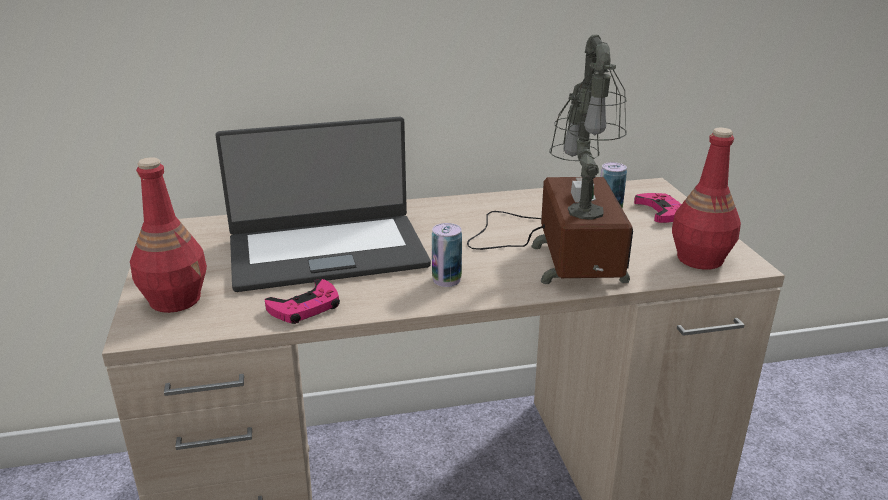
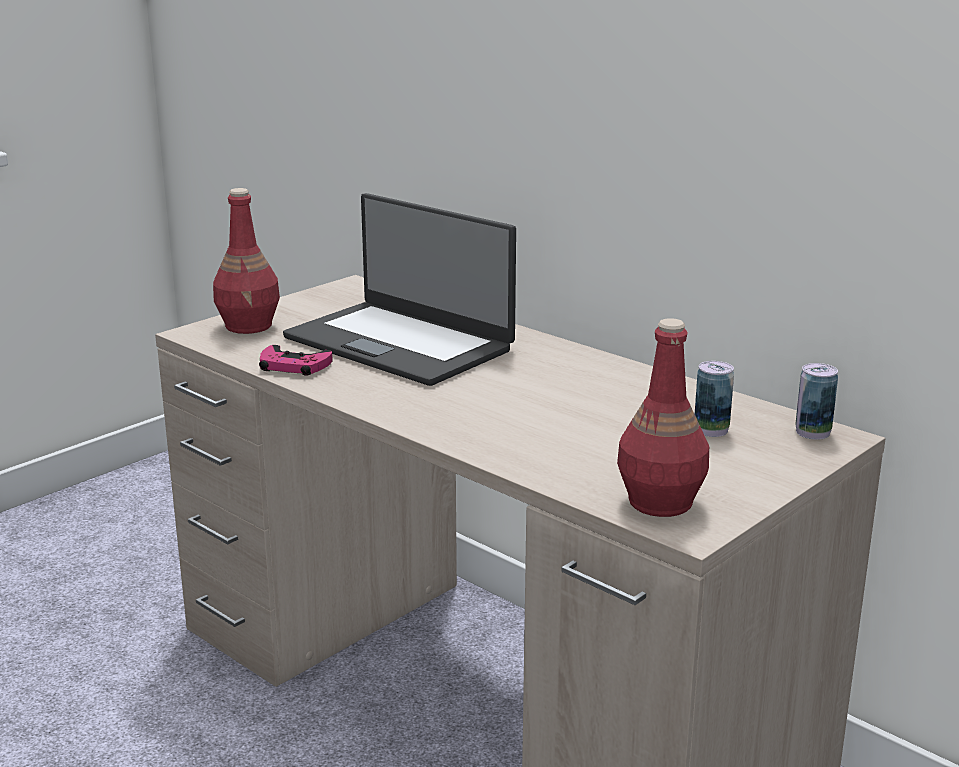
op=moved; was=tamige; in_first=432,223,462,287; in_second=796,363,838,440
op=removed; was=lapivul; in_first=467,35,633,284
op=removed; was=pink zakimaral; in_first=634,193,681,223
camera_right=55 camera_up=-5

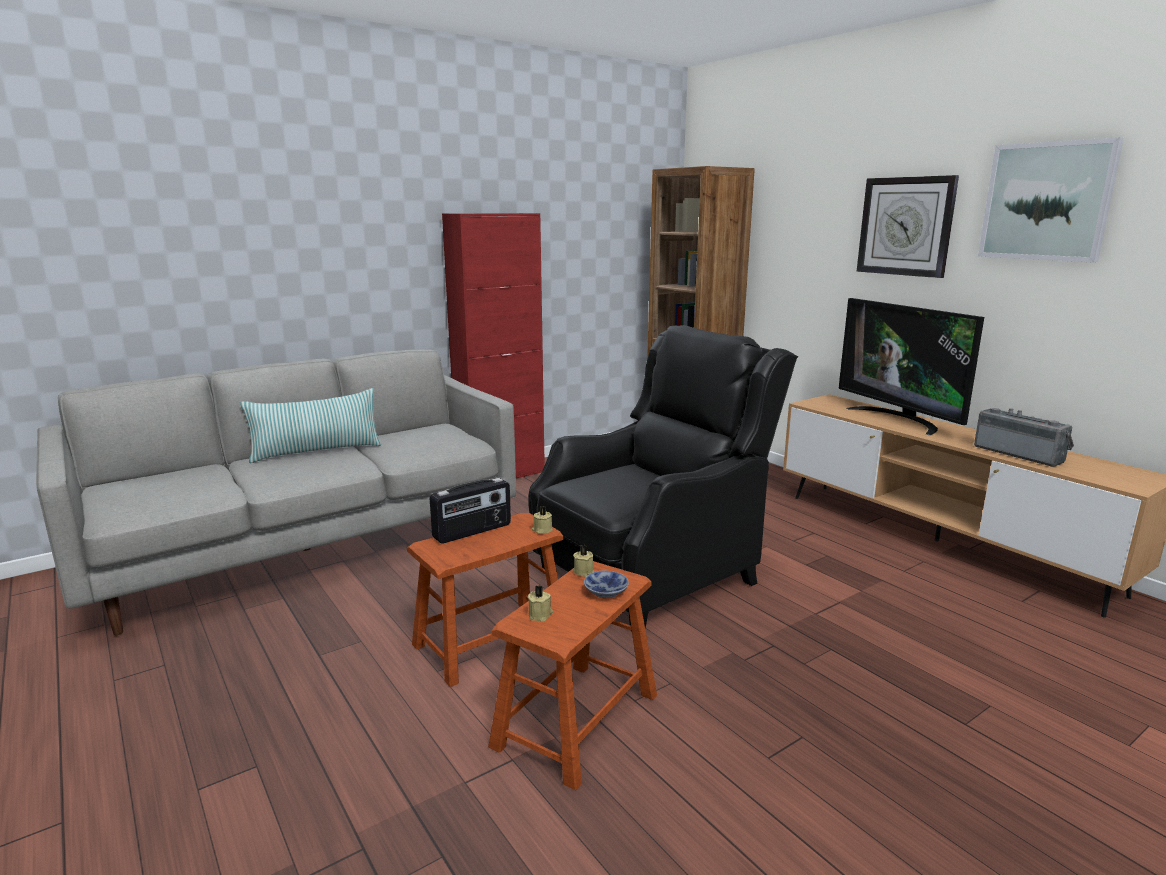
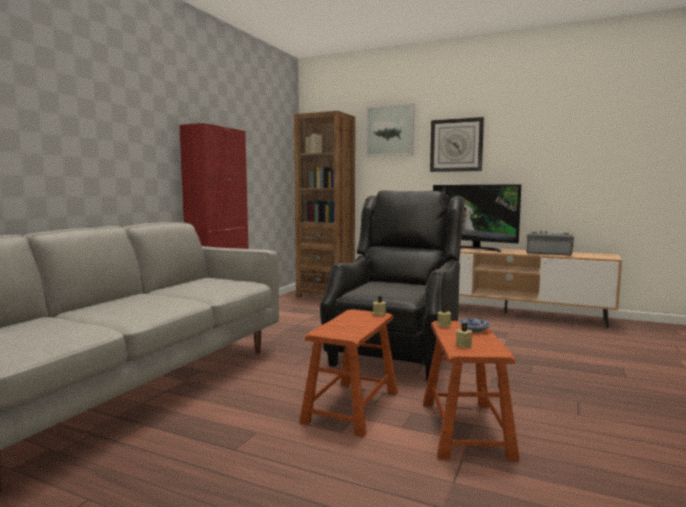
op=moved; was=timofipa; in_first=978,137,1124,263; in_second=365,103,414,157
op=removed; was=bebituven; in_first=240,388,381,463
op=removed; was=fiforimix; in_first=430,478,511,543
camera_right=-30 camera_up=-10

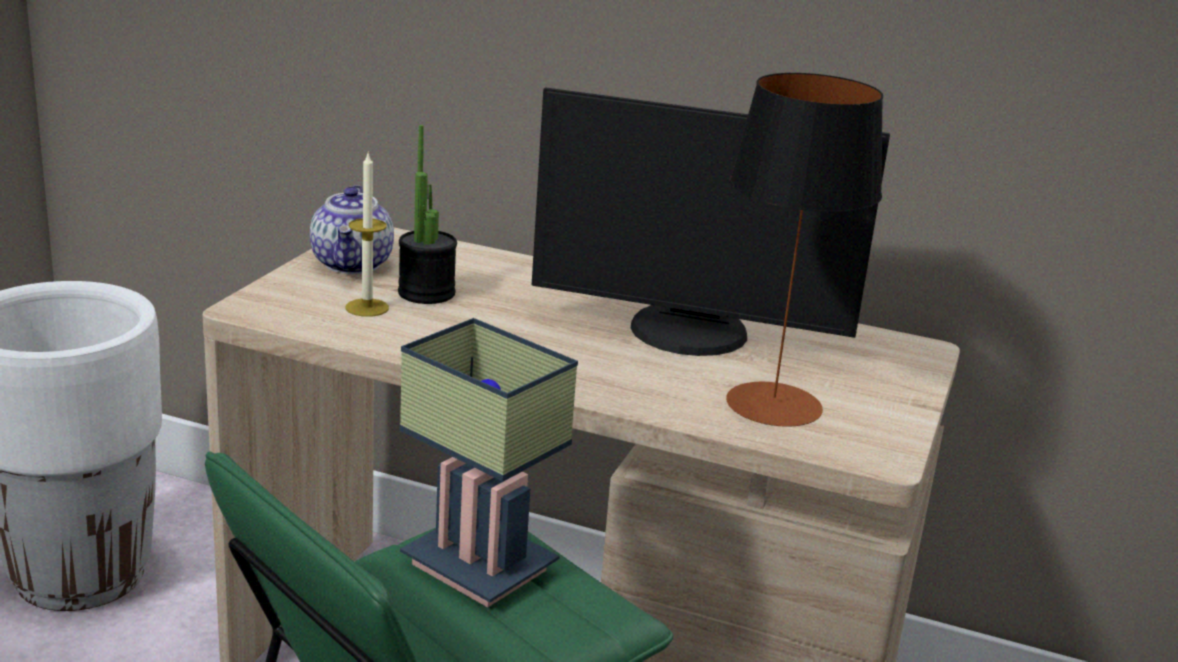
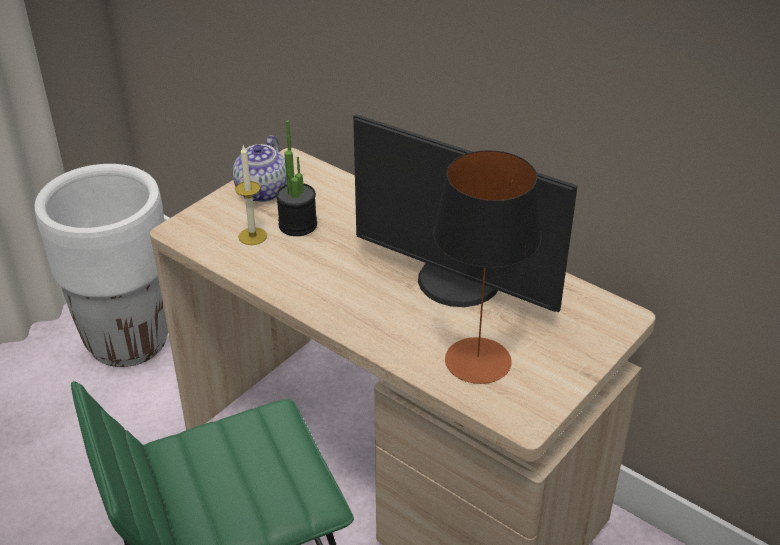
op=removed; was=lapivul; in_first=399,318,578,607
camera_right=20 camera_up=15

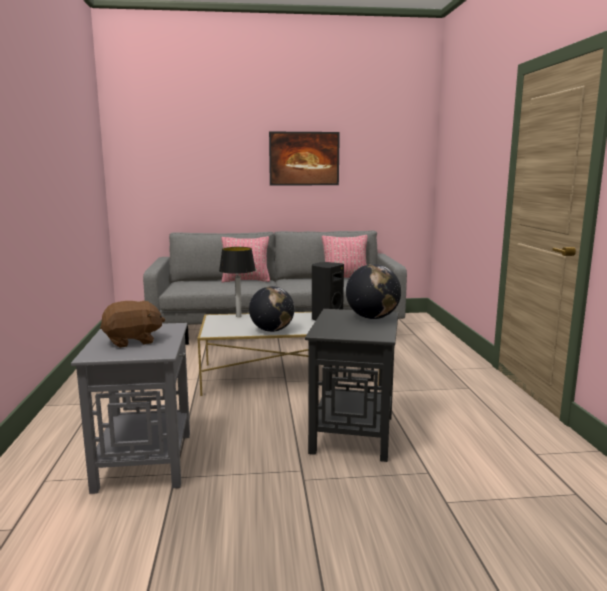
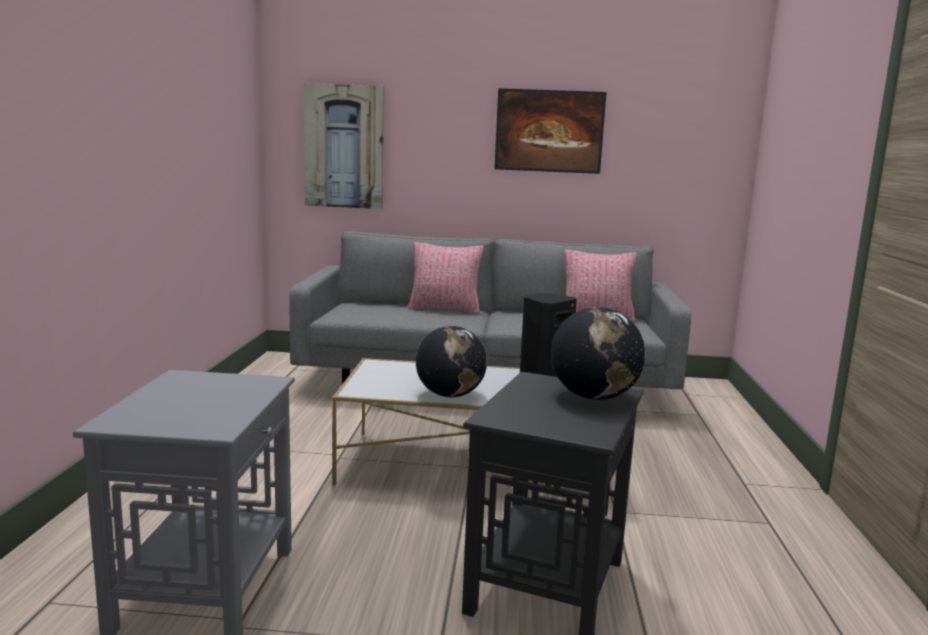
op=added; now=timofipa; in_second=303,83,384,209
op=removed; was=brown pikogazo; in_first=100,301,165,348
op=removed; was=lapivul; in_first=219,247,256,317
camera_right=10 camera_up=0

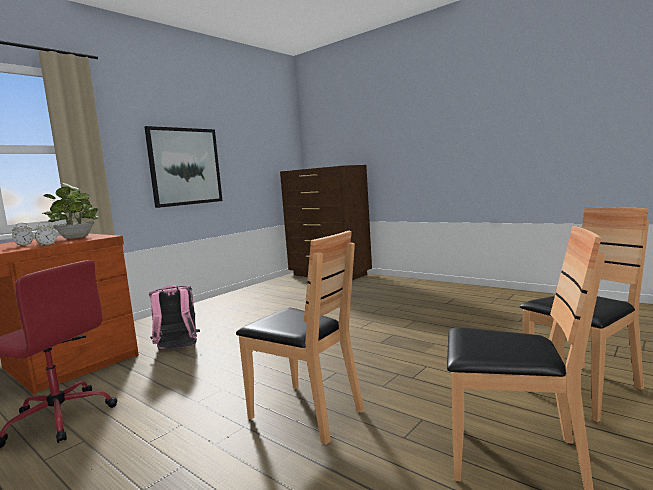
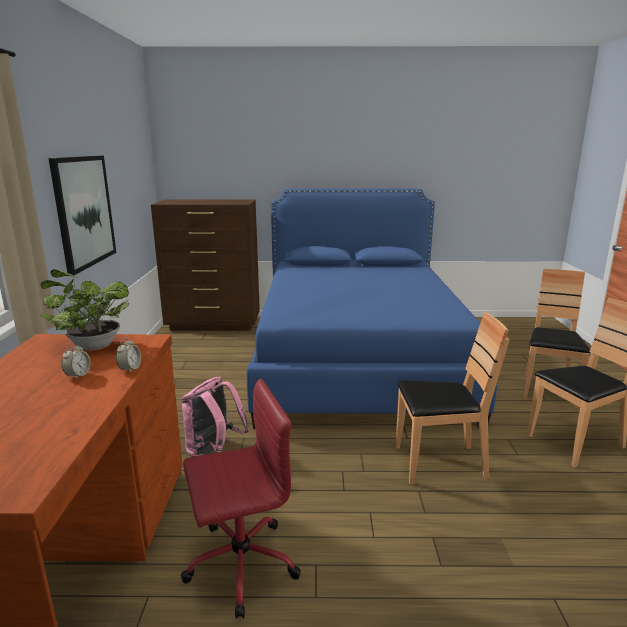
op=added; now=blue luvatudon; in_second=247,188,498,429
camera_right=-40 camera_up=10

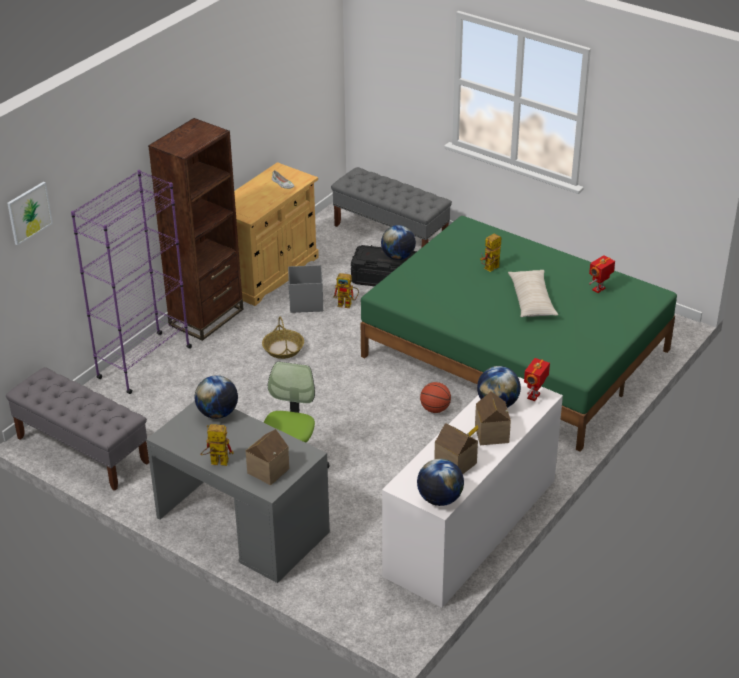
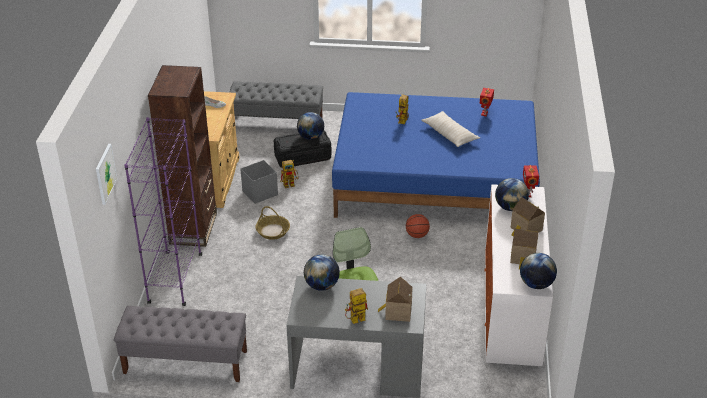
op=recoloured; was=green luvatudon; now=blue luvatudon; in_first=361,216,677,452; in_second=332,92,540,218
camera_right=-30 camera_up=0

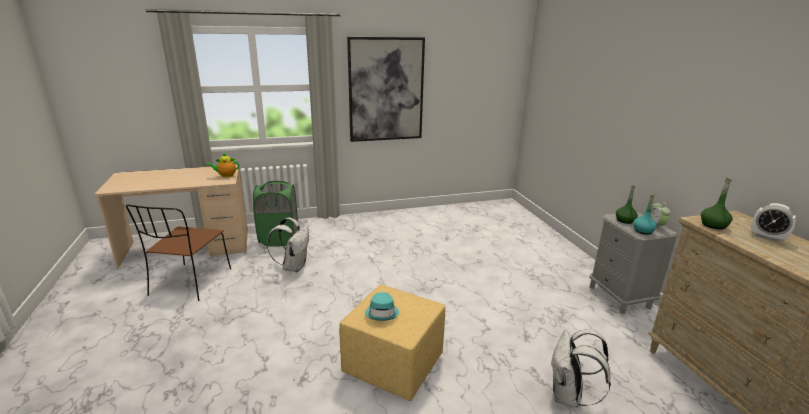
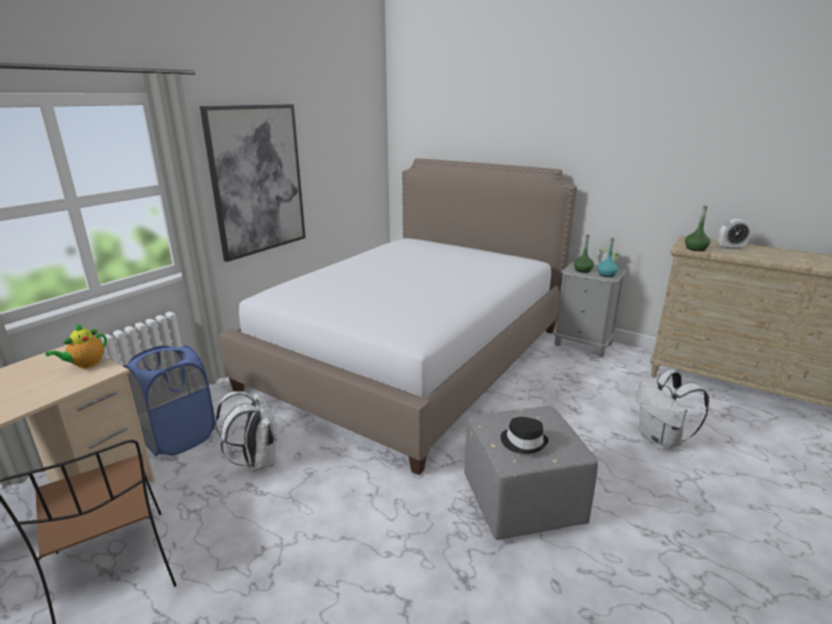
op=recoloured; was=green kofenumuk; now=blue kofenumuk; in_first=253,181,298,247; in_second=123,345,215,456
op=added; now=luvatudon; in_second=219,158,577,475
op=recoloured; was=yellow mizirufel; now=grey mizirufel; in_first=339,285,445,401; in_second=464,406,598,540
op=recoloured; was=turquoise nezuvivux; now=black nezuvivux; in_first=365,292,399,321; in_second=500,417,549,454
camera_right=-40 camera_up=0

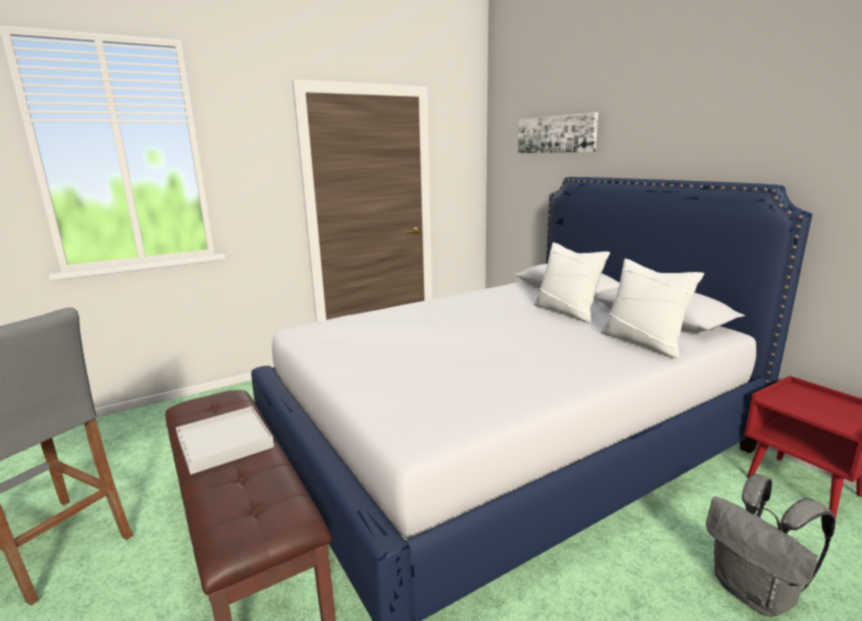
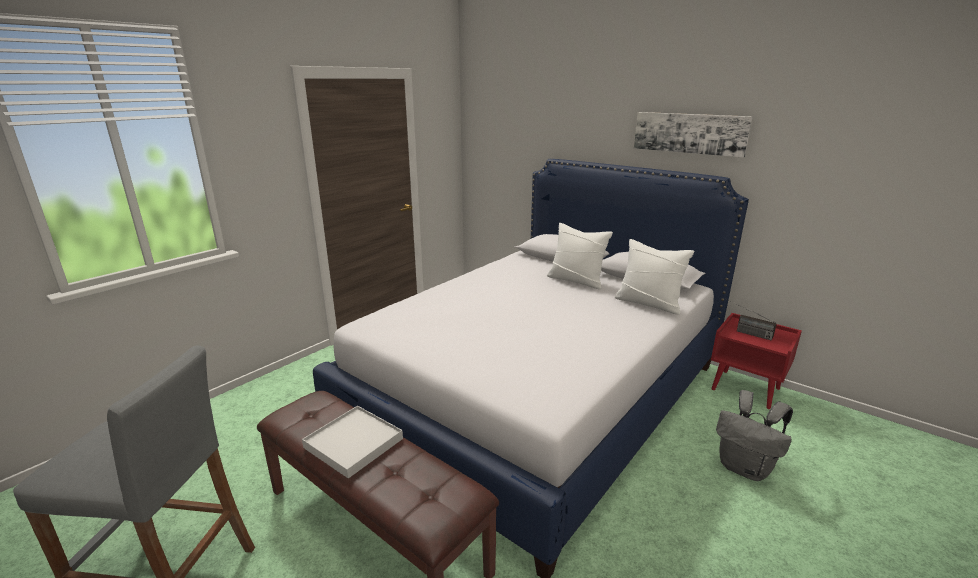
op=moved; was=timofipa; in_first=518,112,598,153; in_second=634,112,753,158
op=added; now=fiforimix; in_second=725,298,776,341
camera_right=-20 camera_up=5

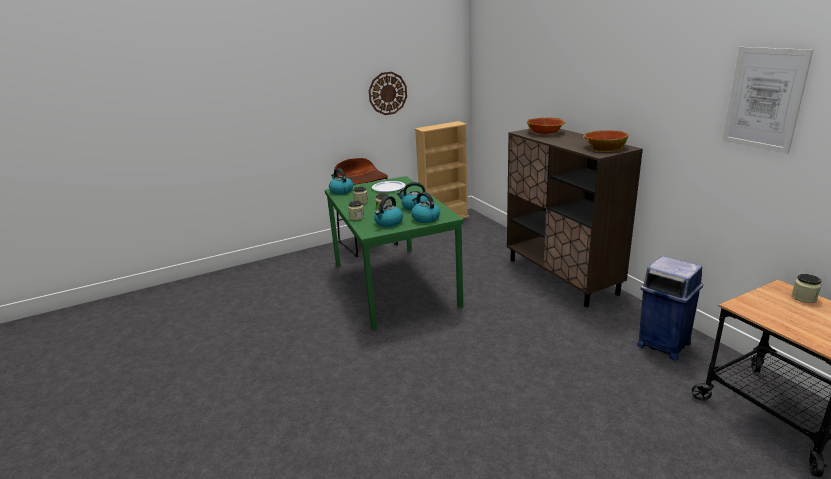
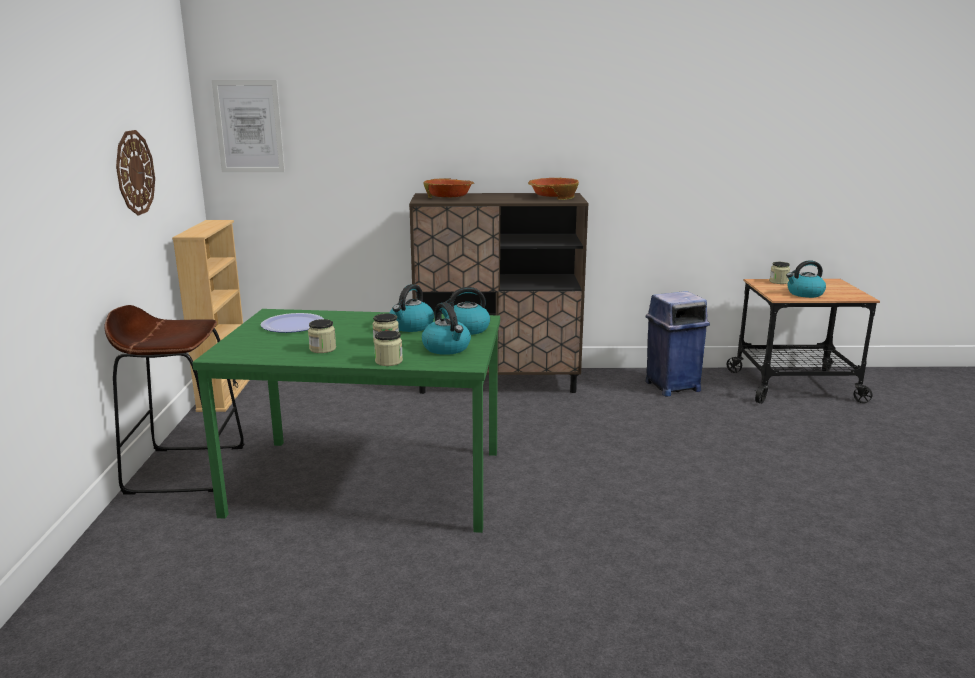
op=moved; was=timofipa; in_first=722,47,813,154; in_second=212,80,285,172
op=moved; was=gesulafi; in_first=329,168,353,194; in_second=786,260,826,298
camera_right=-65 camera_up=-5

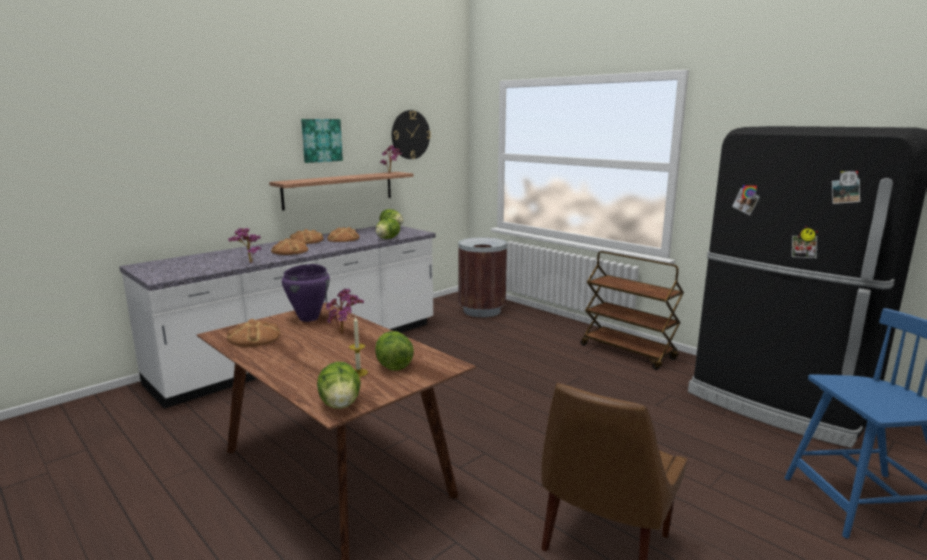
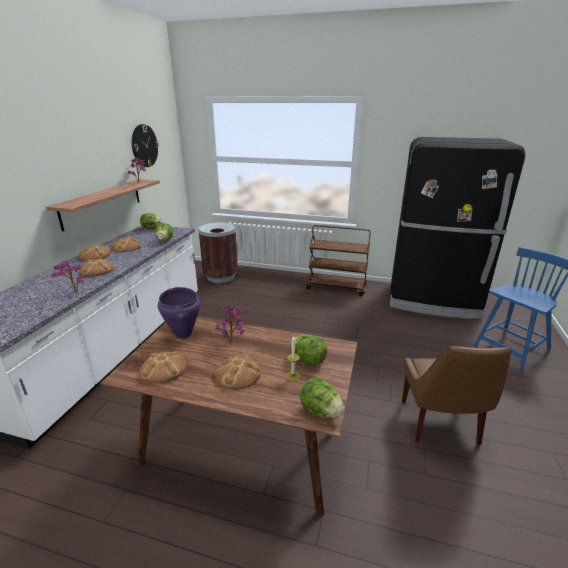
op=added; now=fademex; in_second=214,353,261,389
op=removed; was=timofipa; in_first=301,119,343,163
camera_right=-30 camera_up=10

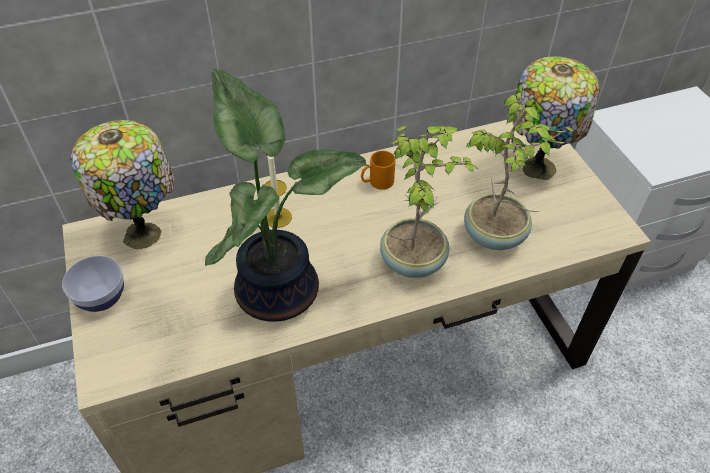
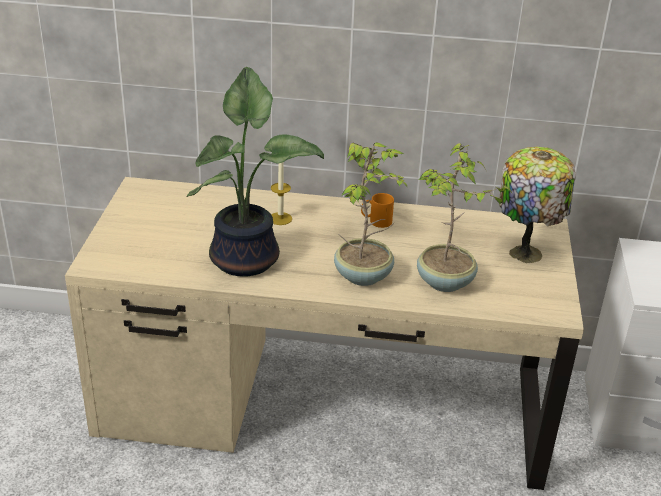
op=removed; was=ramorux; in_first=62,256,124,312
op=removed; was=lapivul; in_first=70,120,175,249
camera_right=25 camera_up=-15

